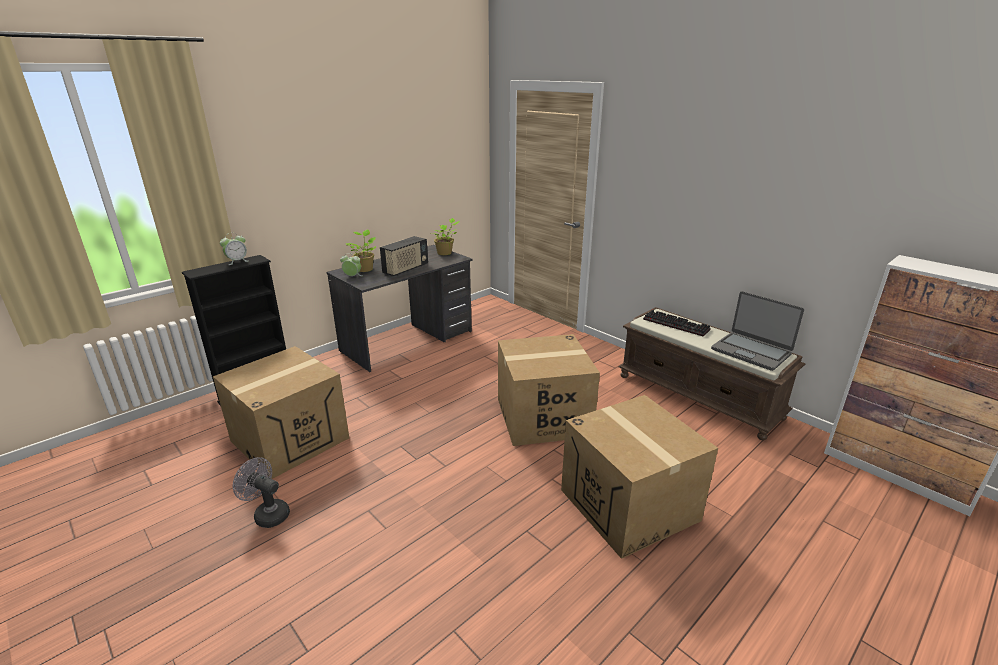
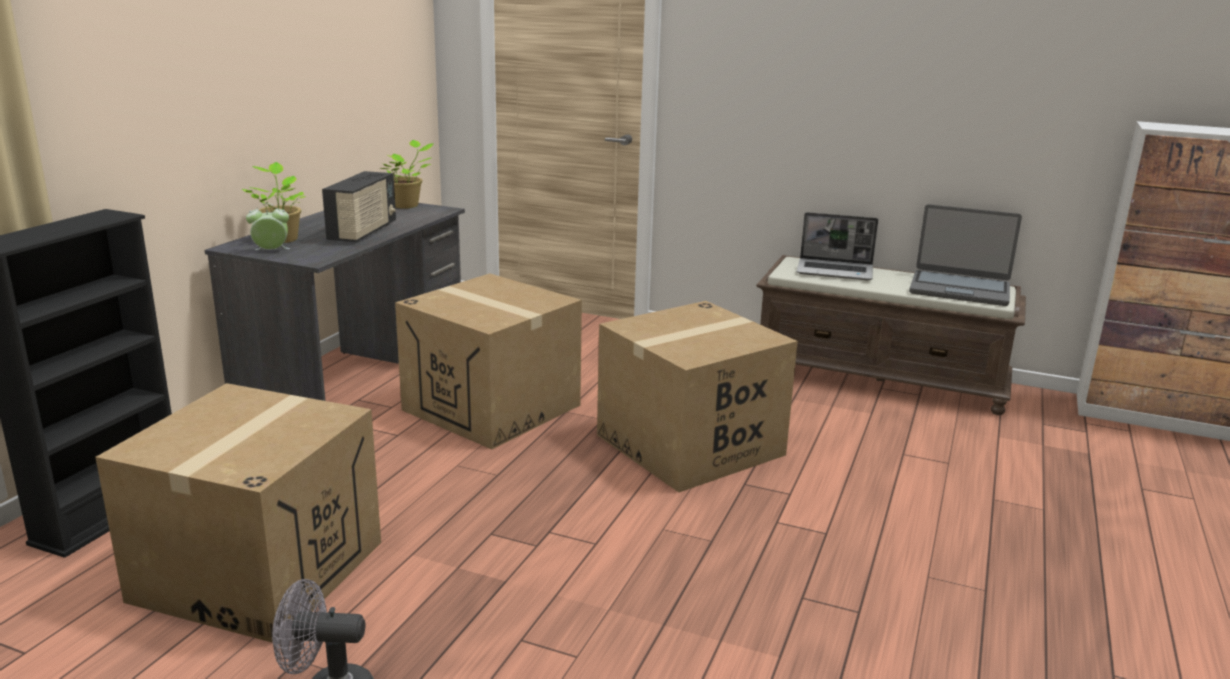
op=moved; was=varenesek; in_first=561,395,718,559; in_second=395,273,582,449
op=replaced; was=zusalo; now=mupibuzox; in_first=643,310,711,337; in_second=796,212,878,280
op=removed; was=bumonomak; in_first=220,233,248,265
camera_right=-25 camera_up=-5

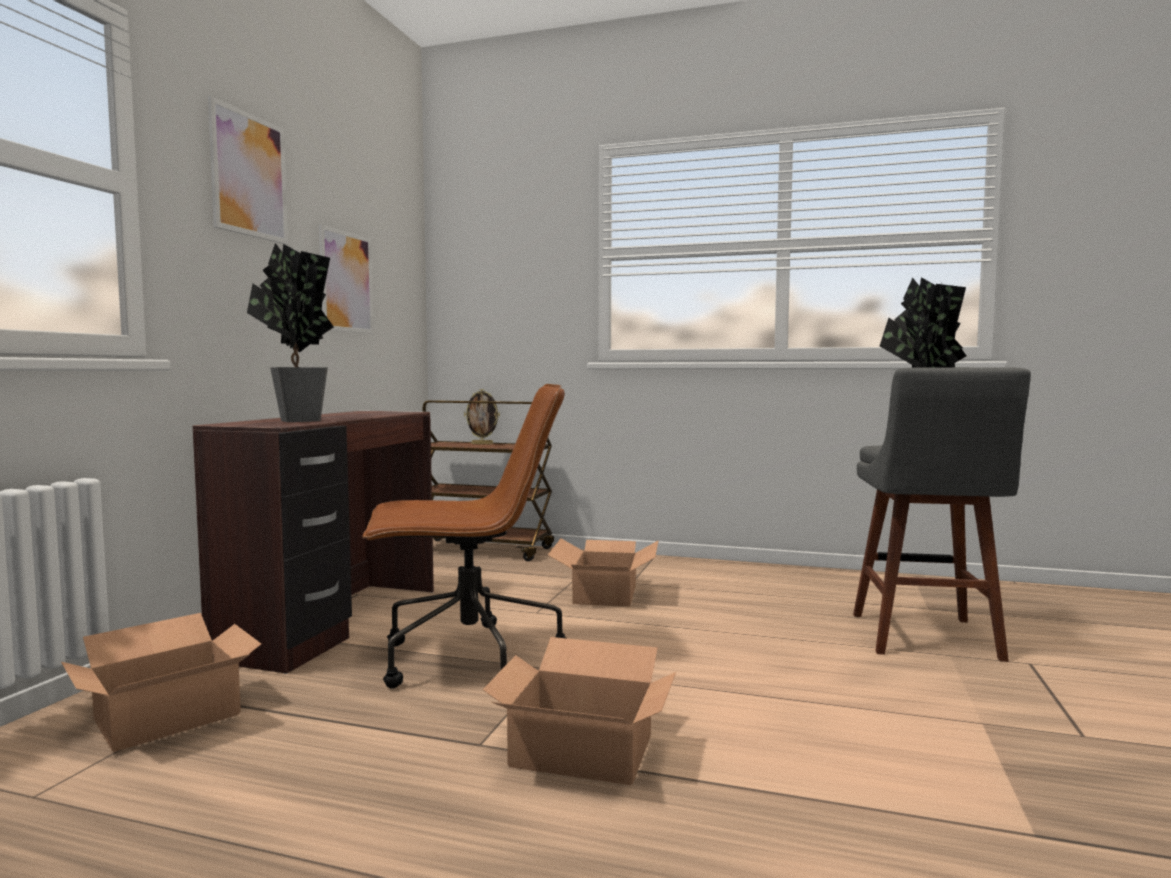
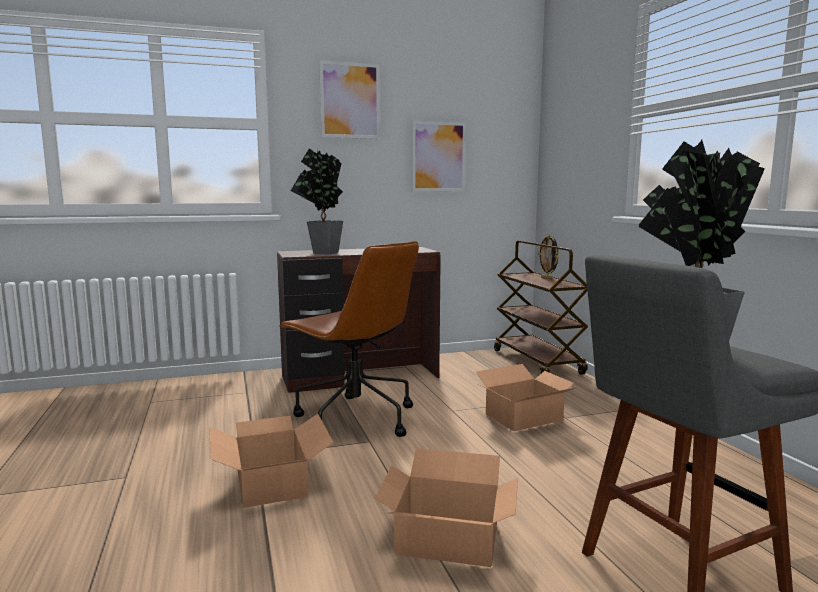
op=moved; was=varenesek; in_first=61,613,261,752; in_second=375,448,518,567
camera_right=55 camera_up=5

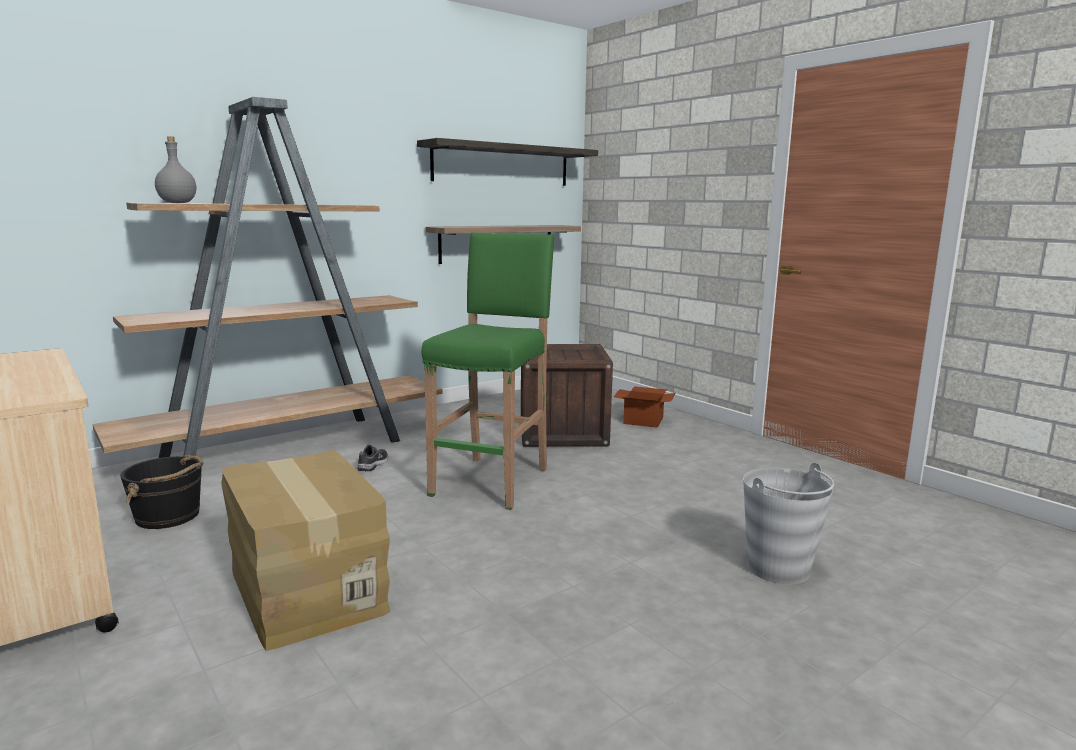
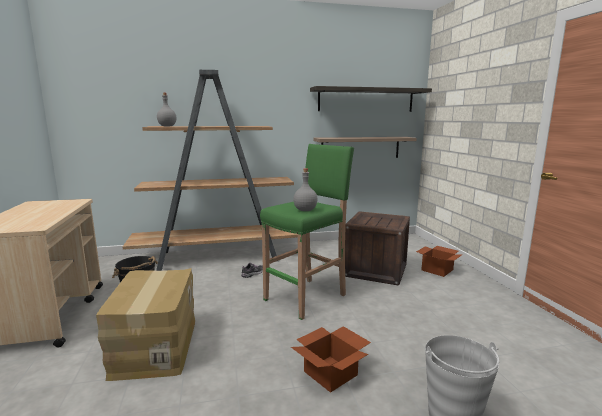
op=added; now=varenesek; in_second=291,326,371,393
op=added; now=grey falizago; in_second=293,169,318,211
camera_right=25 camera_up=0

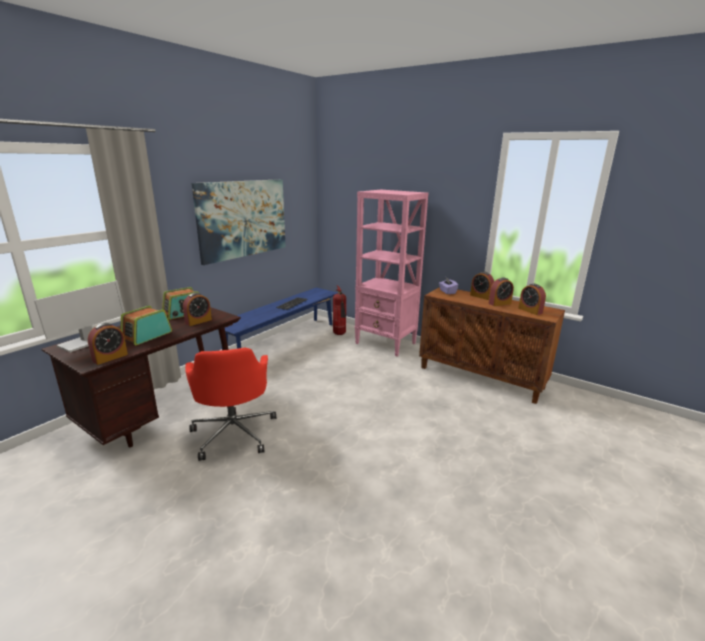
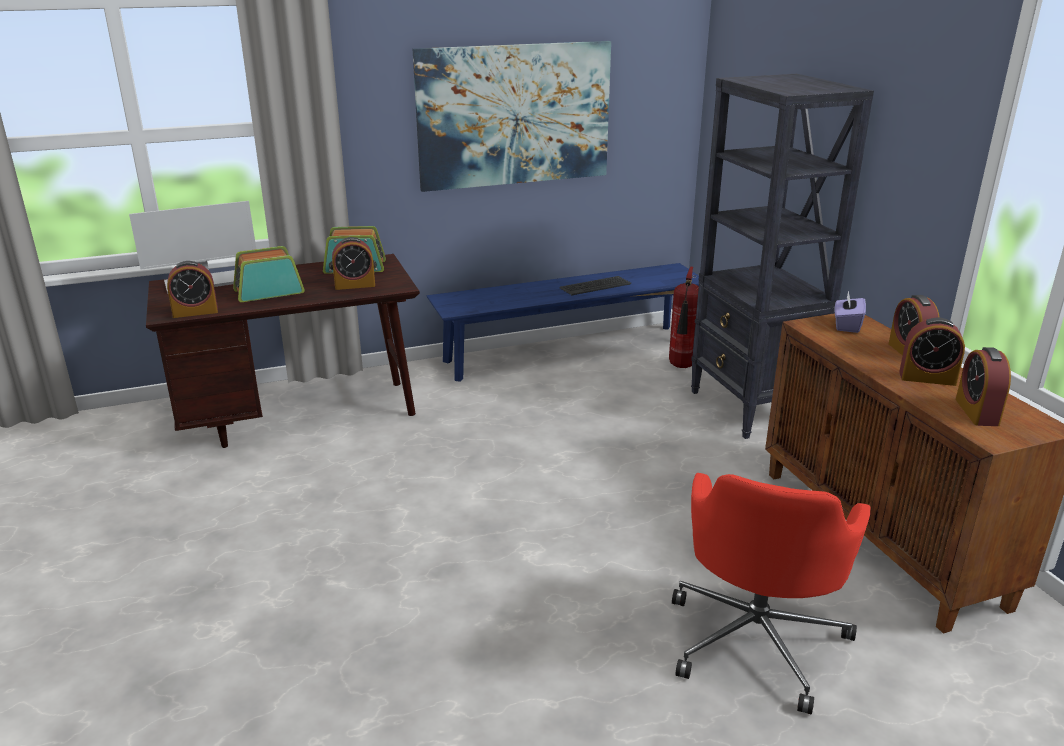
op=moved; was=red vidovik; in_first=185,348,276,461; in_second=672,473,871,715
op=recoloured; was=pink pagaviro; now=black pagaviro; in_first=355,190,428,356; in_second=691,74,874,439
camera_right=35 camera_up=5

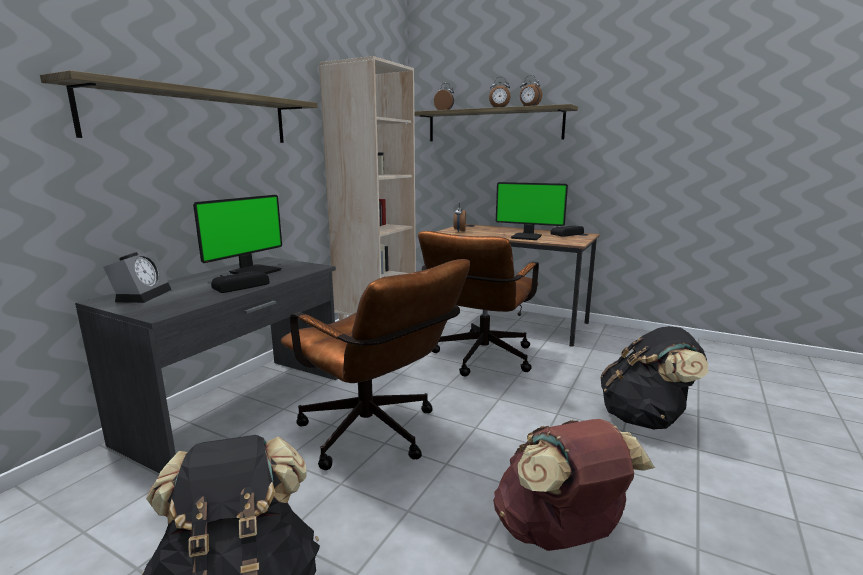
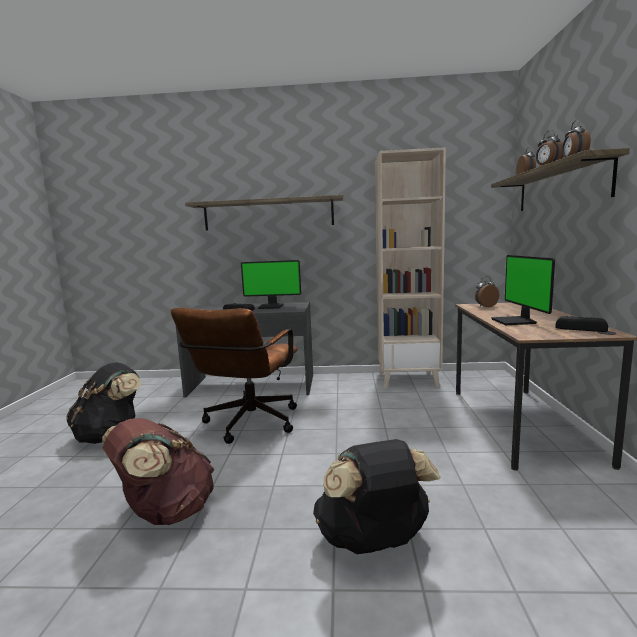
op=removed; was=bumonomak; in_first=103,250,171,303
op=removed; was=brown vidovik; in_first=418,231,539,377
camera_right=65 camera_up=-5

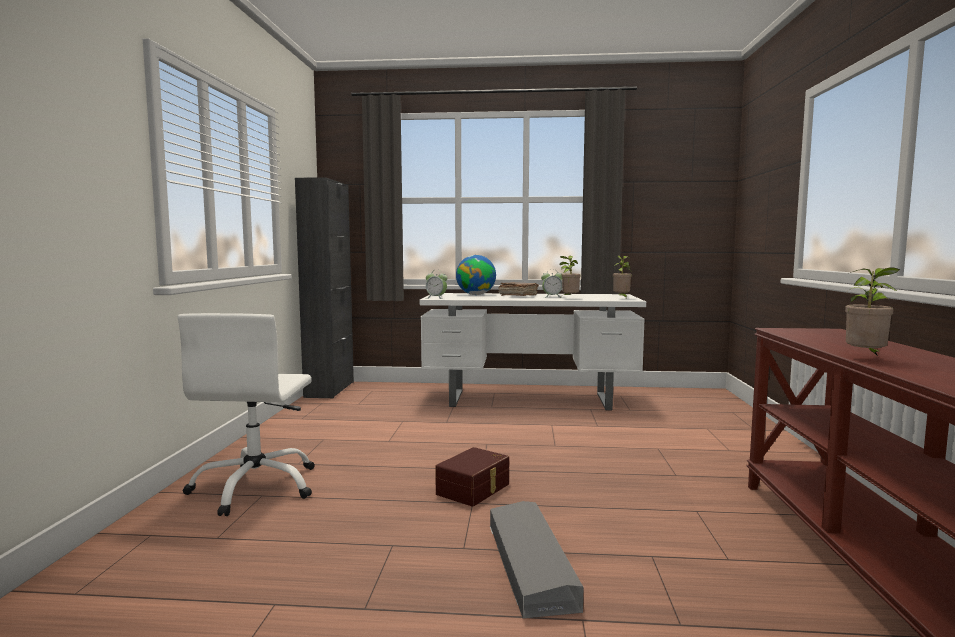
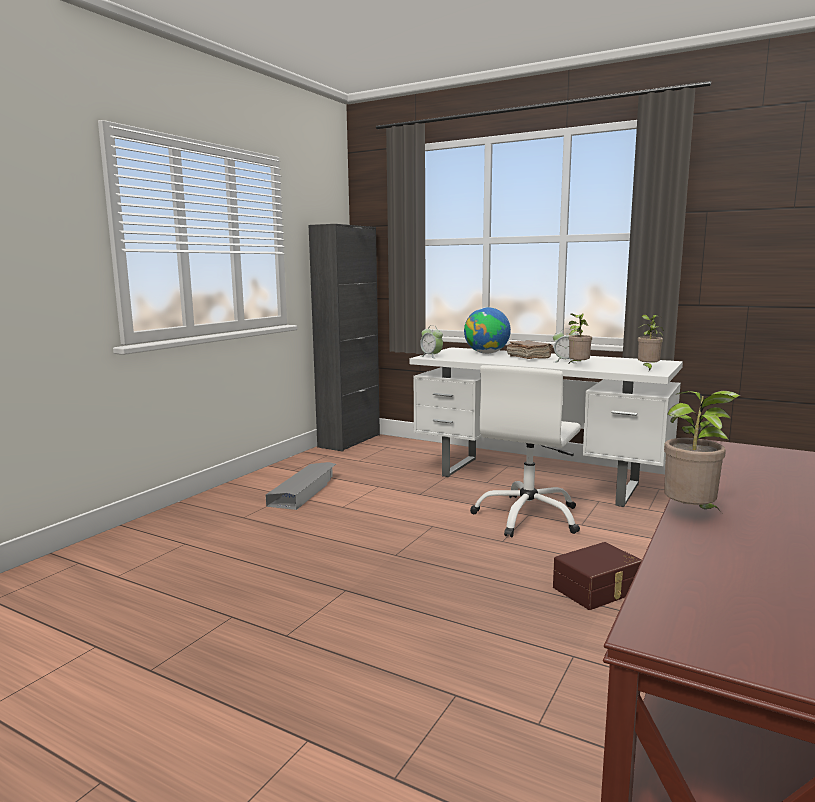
op=moved; was=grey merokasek; in_first=490,501,583,618; in_second=266,462,336,510
op=moved; was=white vidovik; in_first=178,313,315,516; in_second=470,365,581,537
op=moved; was=brown merokasek; in_first=435,447,509,507; in_second=553,542,642,610
camera_right=25 camera_up=5

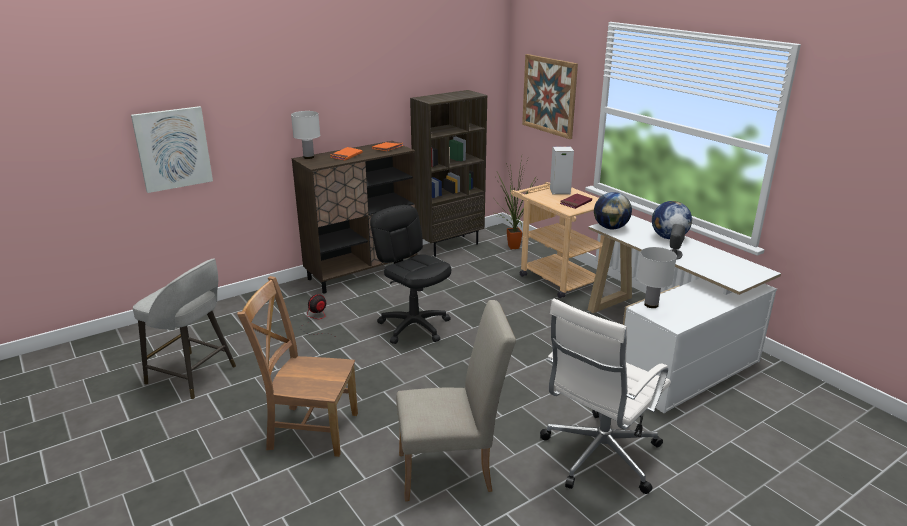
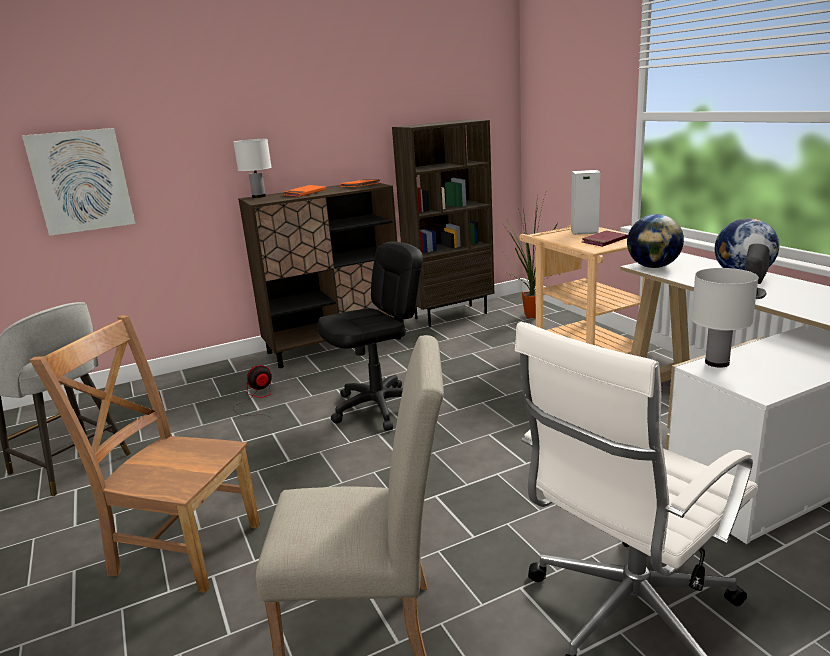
op=turned; was=black vidovik; in_first=370,205,451,344; in_second=317,241,423,431; clockwise=90
op=removed; was=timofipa; in_first=522,54,578,139
camera_right=10 camera_up=-5

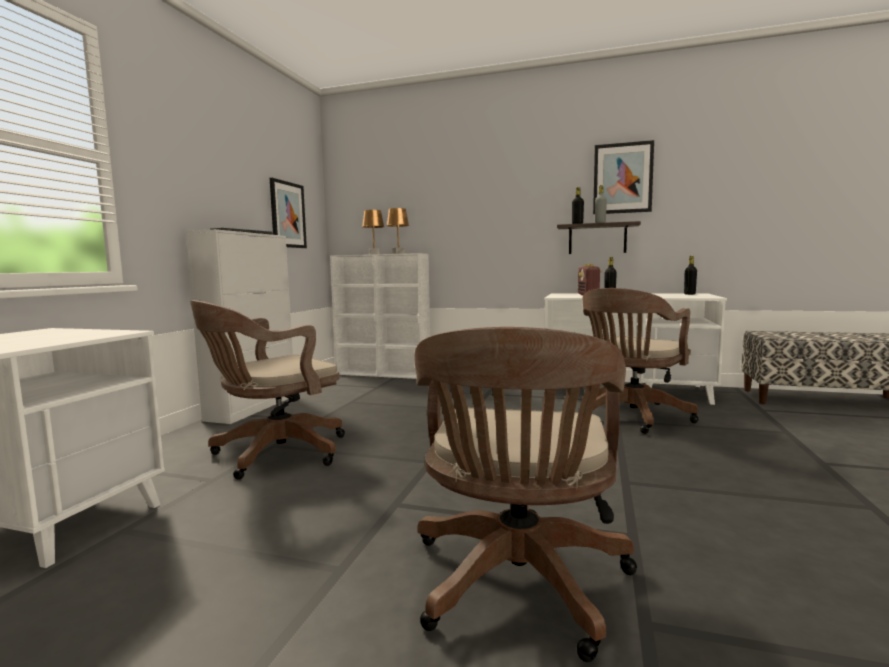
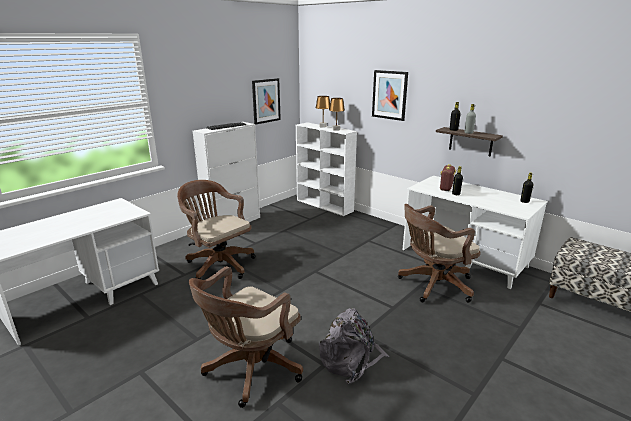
op=turned; was=brown vidovik; in_first=190,300,345,480; in_second=177,180,255,279; clockwise=60
op=added; now=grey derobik; in_second=319,308,389,384
op=moved; was=timofipa; in_first=593,140,654,214; in_second=372,70,408,121
camera_right=25 camera_up=15

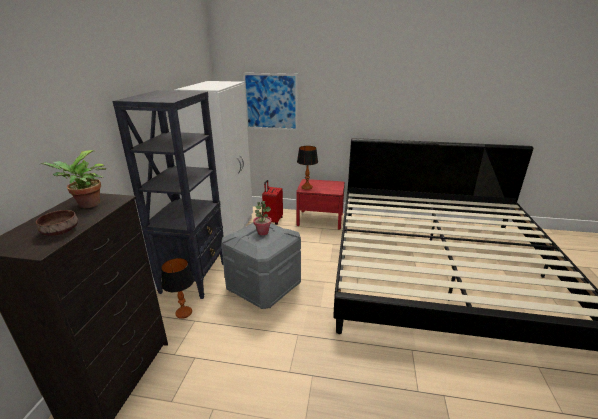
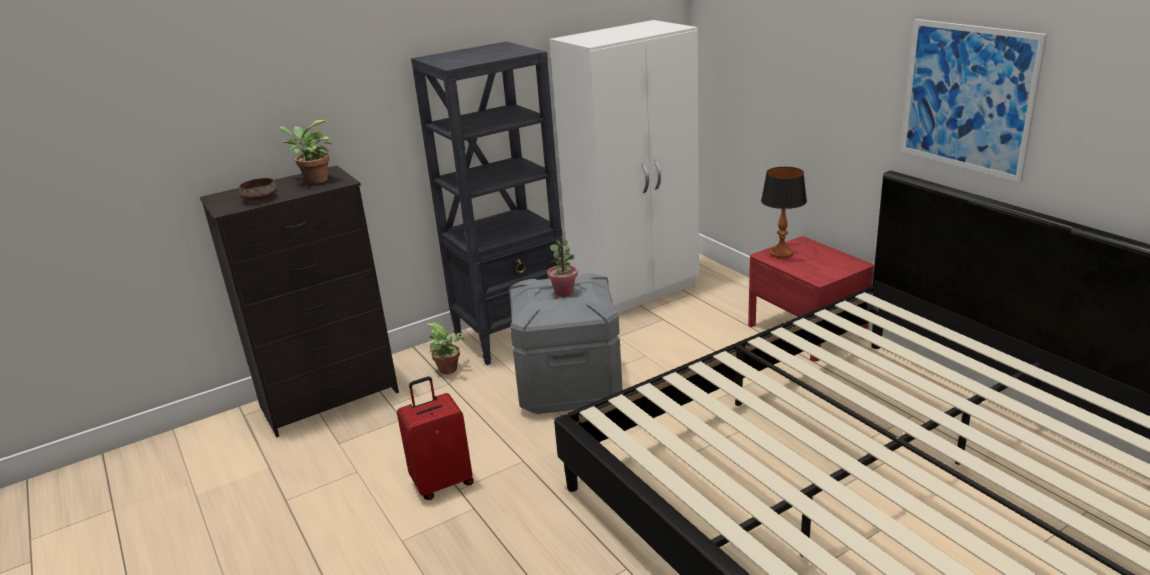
op=moved; was=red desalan; in_first=262,180,283,225; in_second=397,377,474,500
op=replaced; was=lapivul; now=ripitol; in_first=161,258,194,319; in_second=426,322,464,374
op=moved; was=timofipa; in_first=243,73,298,131; in_second=901,19,1047,182
camera_right=50 camera_up=0

